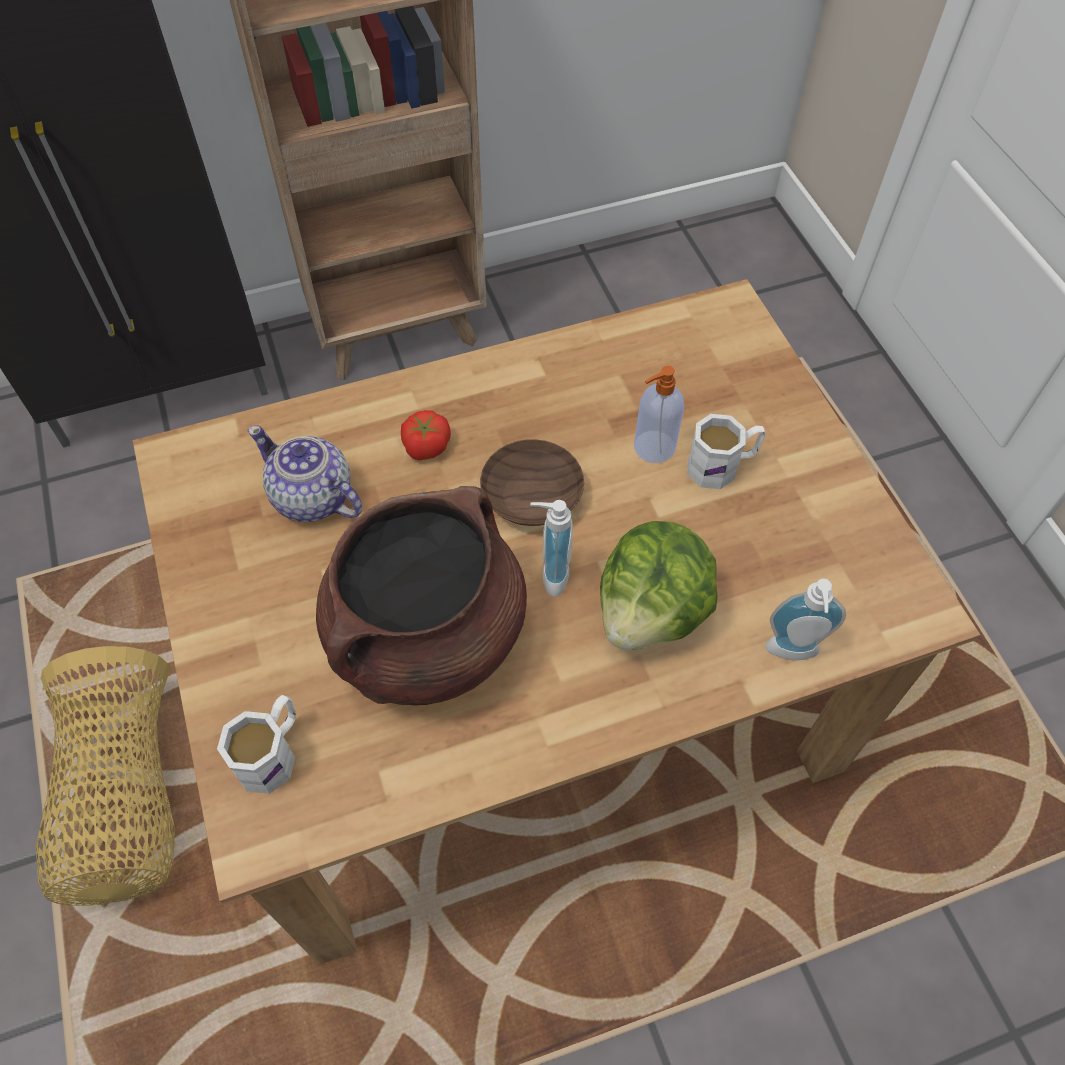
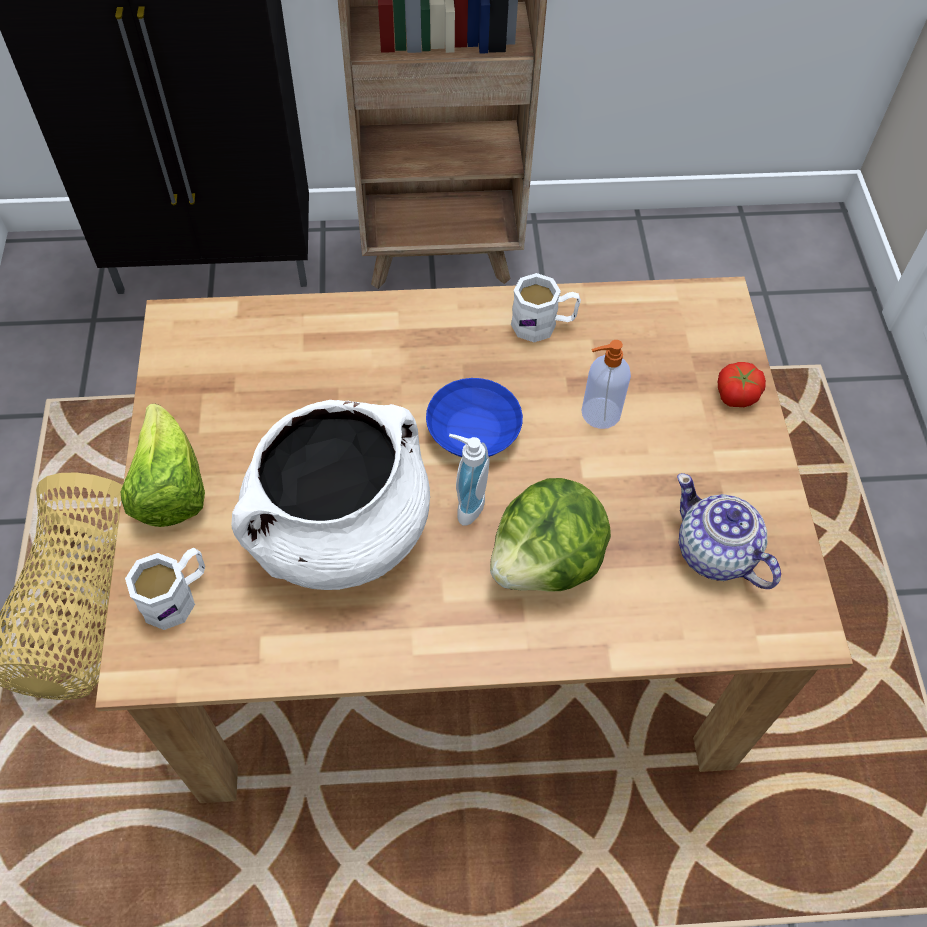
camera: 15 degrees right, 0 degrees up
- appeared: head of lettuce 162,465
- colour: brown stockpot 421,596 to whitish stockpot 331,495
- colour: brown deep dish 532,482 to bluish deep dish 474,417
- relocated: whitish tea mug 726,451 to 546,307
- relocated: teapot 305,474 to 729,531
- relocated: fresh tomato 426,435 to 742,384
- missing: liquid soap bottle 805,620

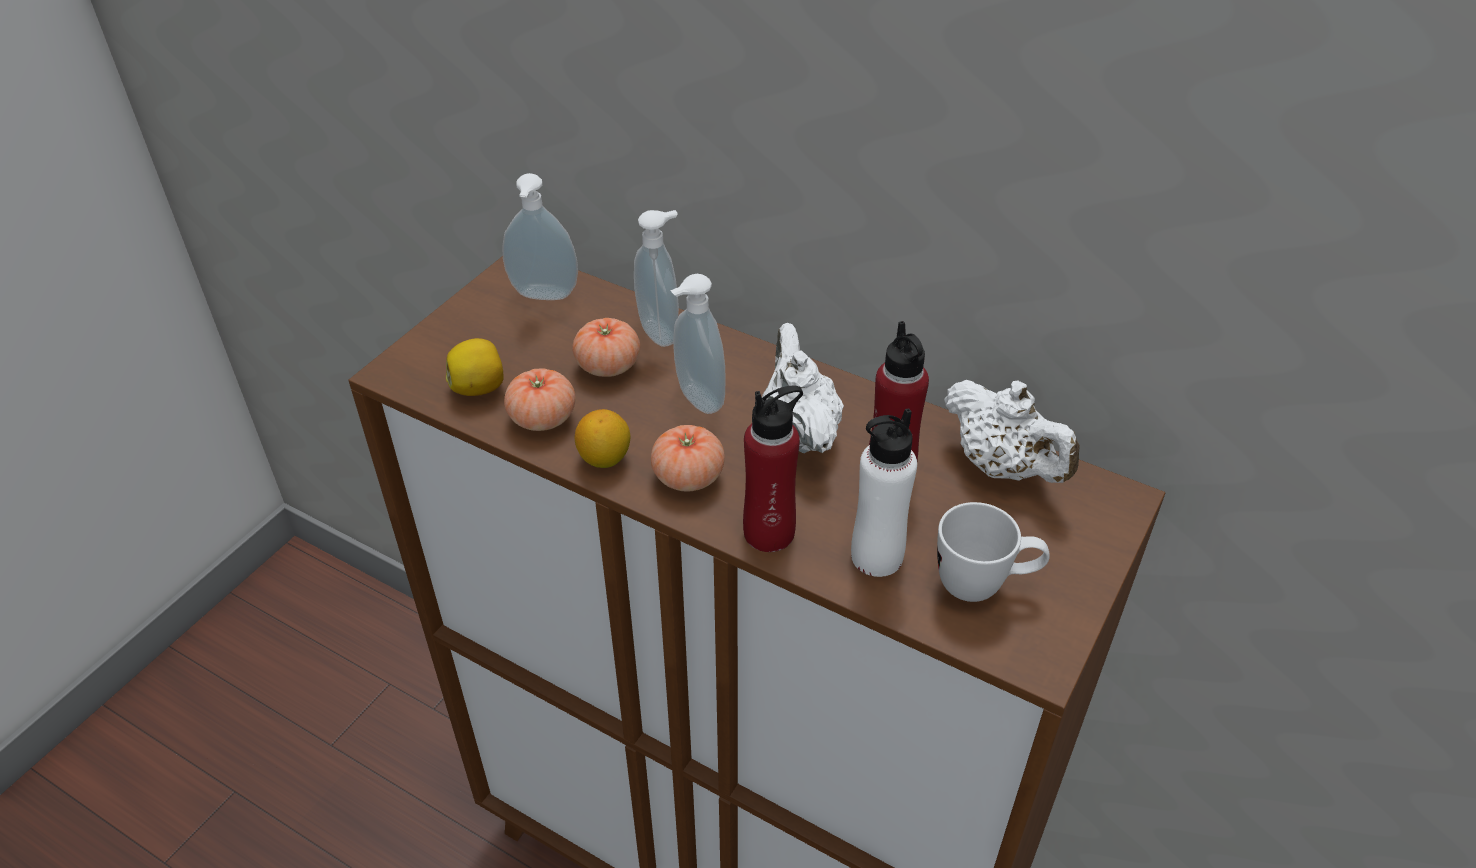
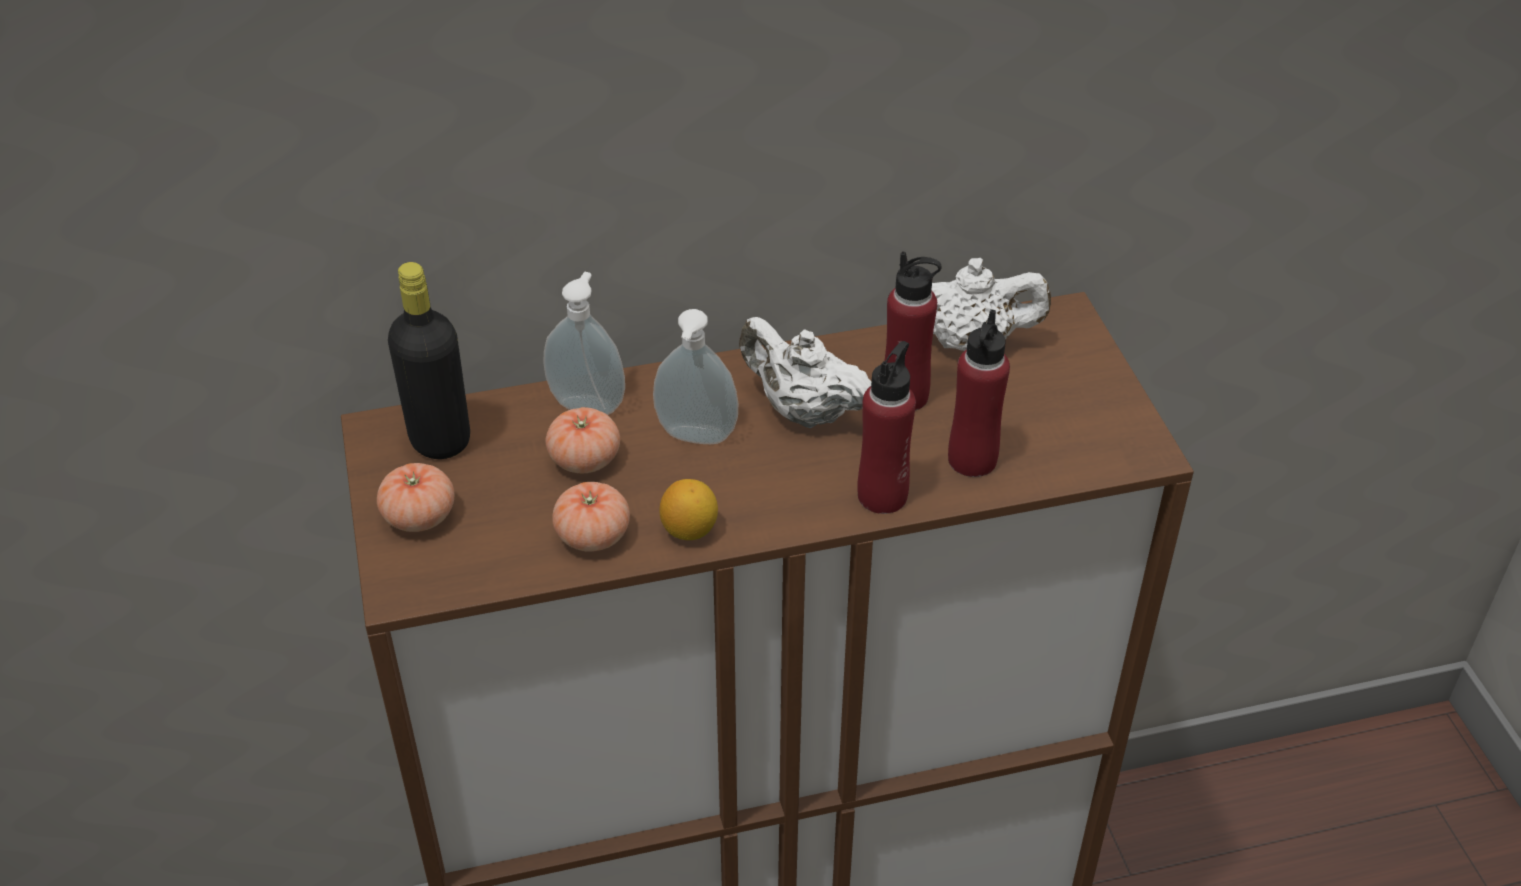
camera: 45 degrees left, 0 degrees up
- relocated: fresh tomato 688,458 to 415,497
- exchanged: liquid soap bottle 540,236 to black beverage bottle 429,360
- colour: whitish beverage bottle 884,492 to red beverage bottle 979,393
- missing: whole lemon 475,367
- missing: whitish tea mug 993,552

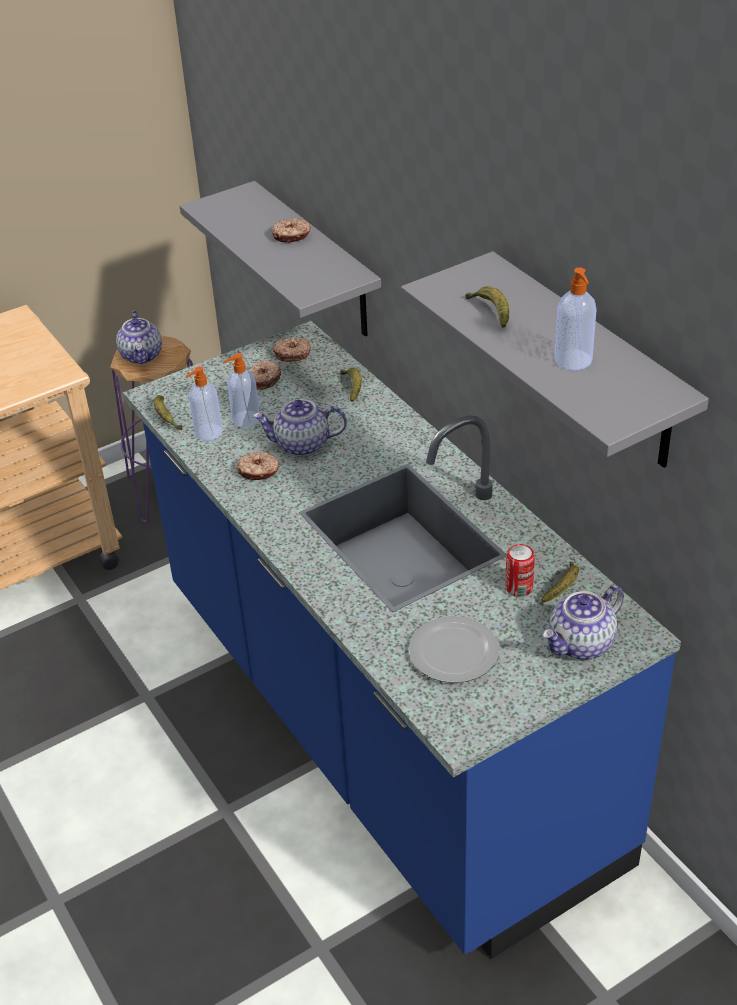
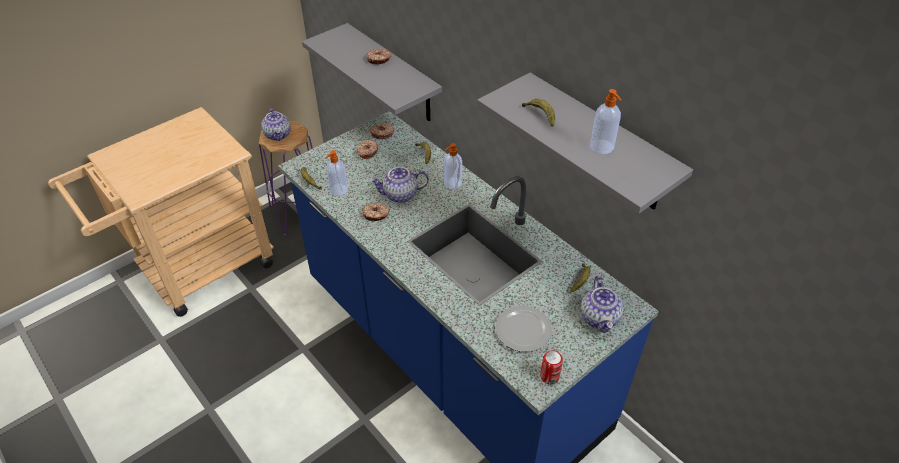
camera: 10 degrees left, 5 degrees up
- relocated: liquid soap bottle 241,390 to 453,166
- relocated: sealed can 520,570 to 551,367
- spun: teapot 583,622 = 602,304 45 degrees counterclockwise

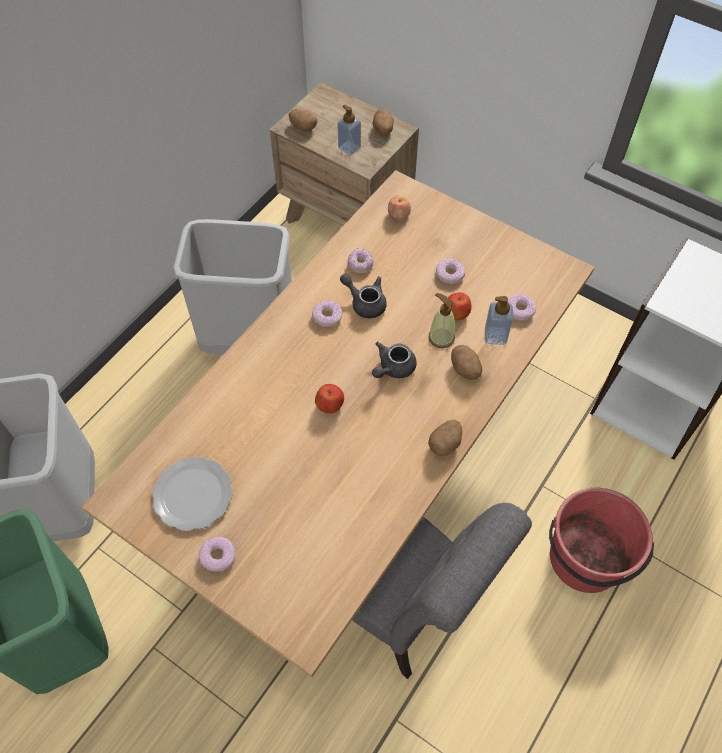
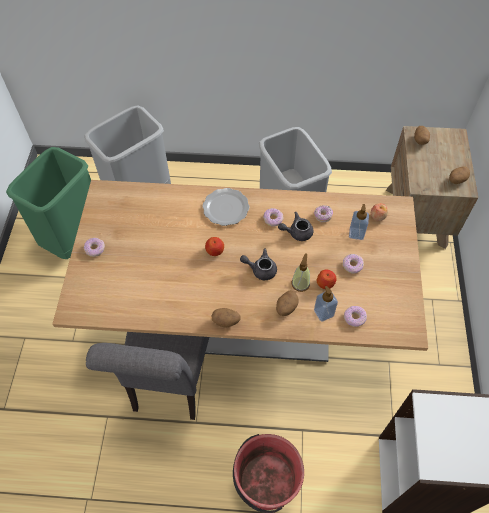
camera: 60 degrees right, 0 degrees up
- relocated: plate 192,494 to 226,207
- spun: gray teapot 363,296 = 295,226 105 degrees counterclockwise
- relocated: liquid soap bottle 349,130 to 359,222

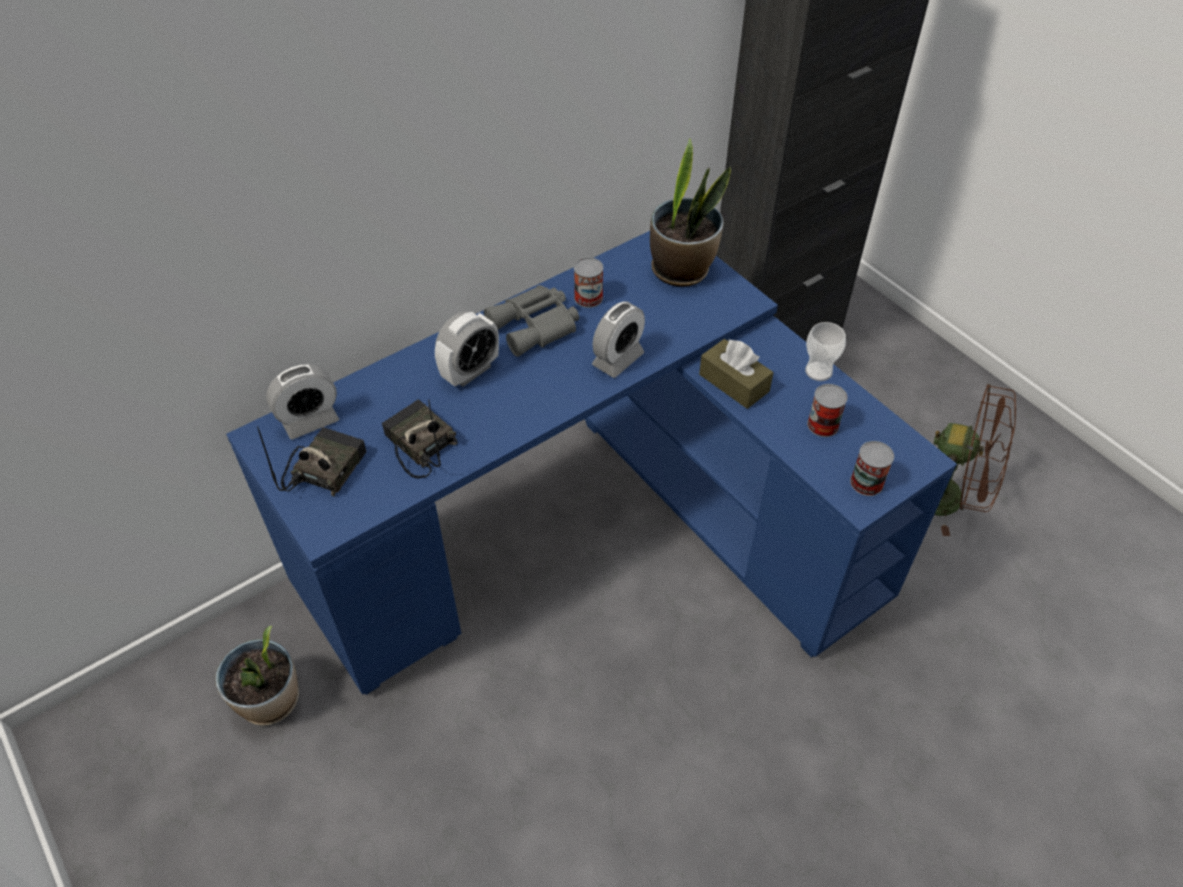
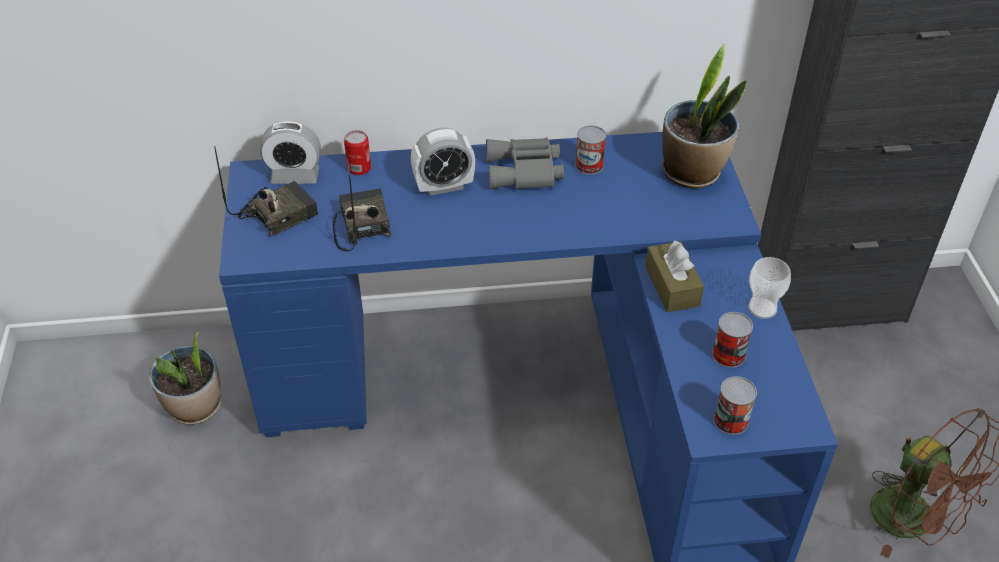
camera: 30 degrees right, 5 degrees down
- appeared: sealed can 357,152
- missing: table clock 618,339

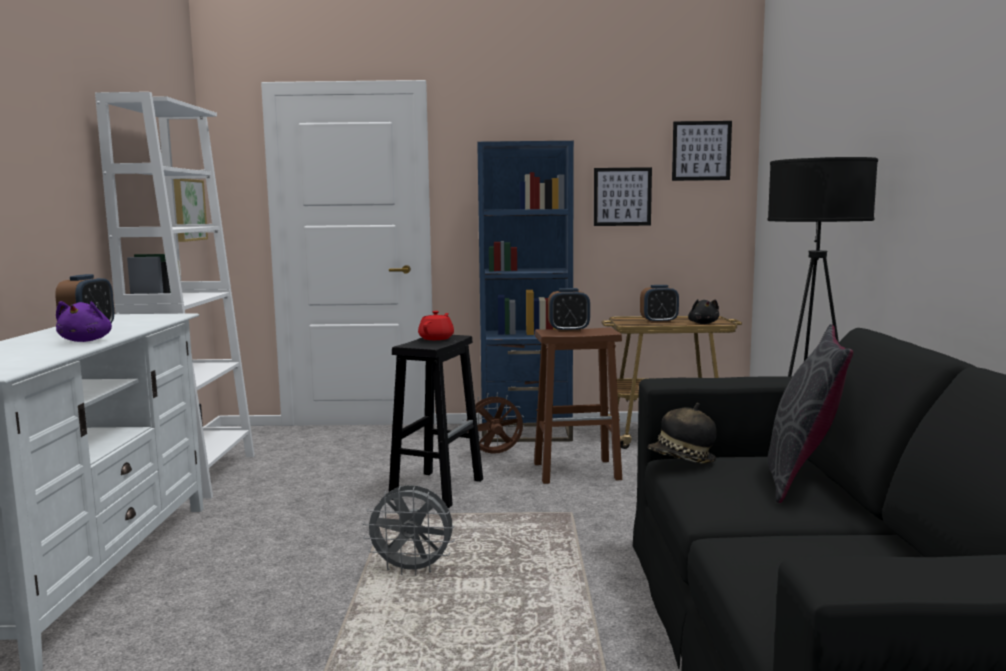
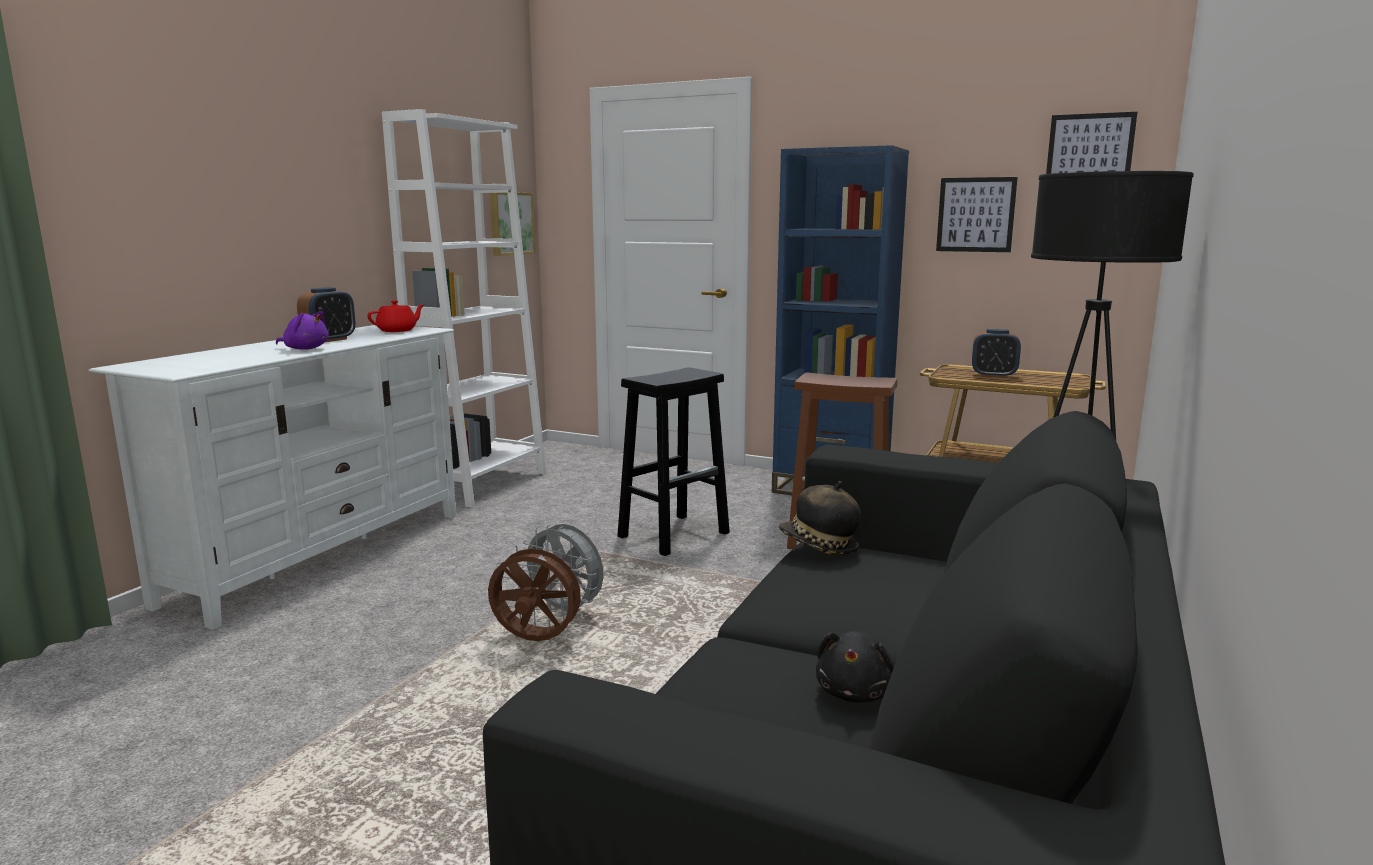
camera: 25 degrees right, 5 degrees up
- spun: purple-coloured plush toy 84,321 = 302,330 90 degrees counterclockwise
- relocated: red teapot 436,325 to 395,316
- relocated: brown fan 493,423 to 538,591
- relocated: black plush toy 703,311 to 856,667
- missing: table clock 569,310
- missing: gray throw pillow 810,413

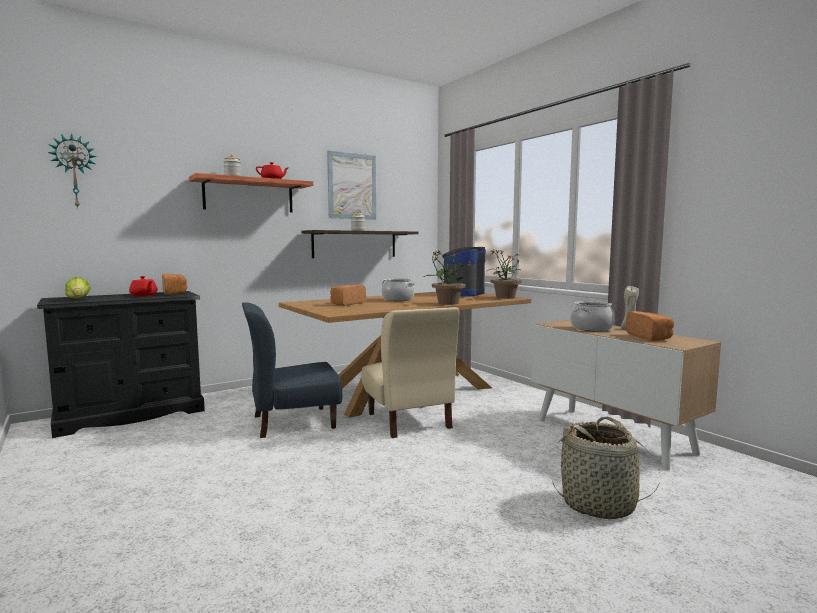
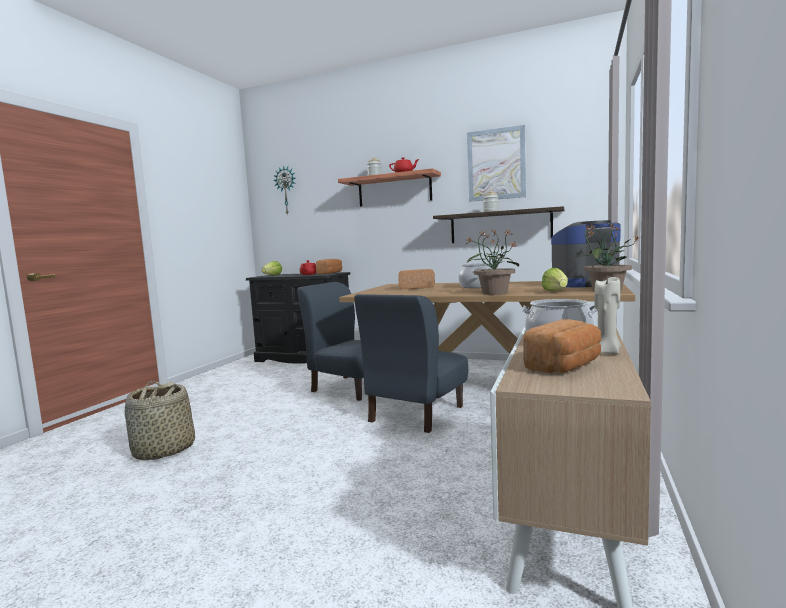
camera: 55 degrees right, 0 degrees up
- relocated: basket 606,468 to 160,420
- colour: sand-coloured upright chair 410,372 to bluish upright chair 411,363
- appeared: head of lettuce 555,279

